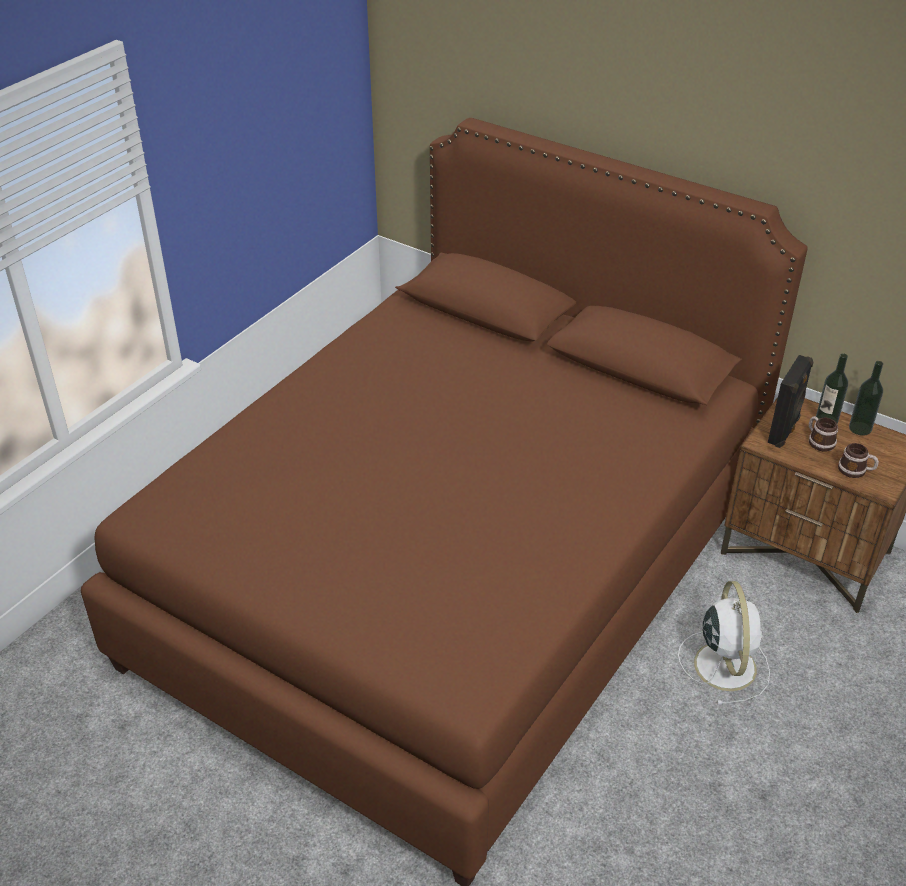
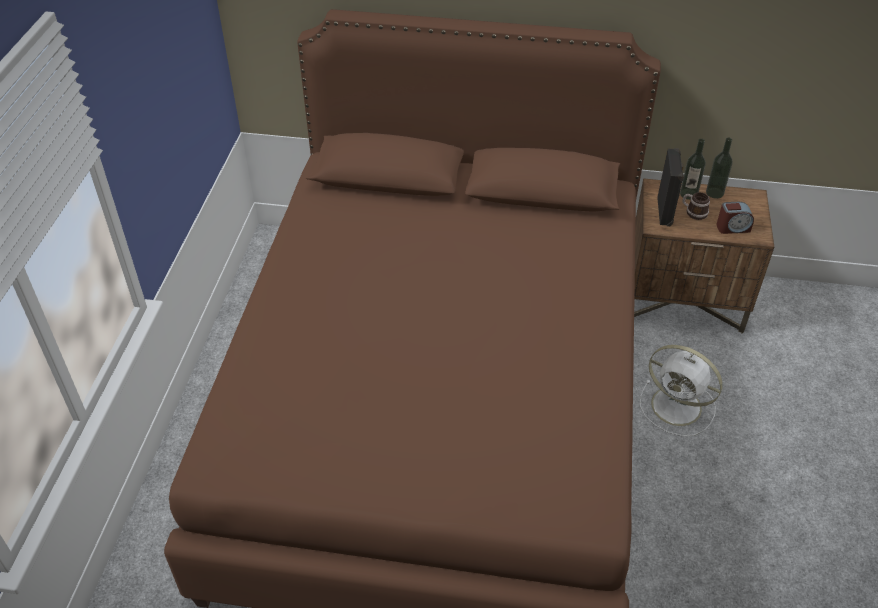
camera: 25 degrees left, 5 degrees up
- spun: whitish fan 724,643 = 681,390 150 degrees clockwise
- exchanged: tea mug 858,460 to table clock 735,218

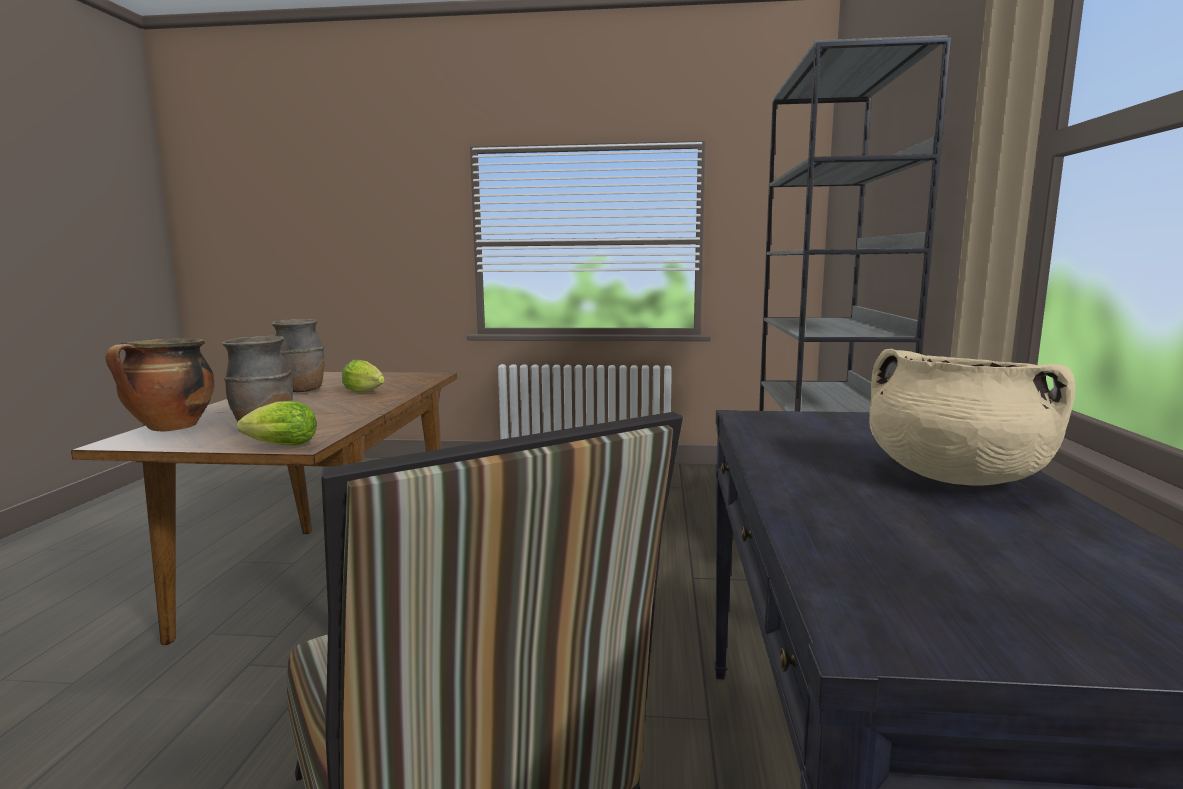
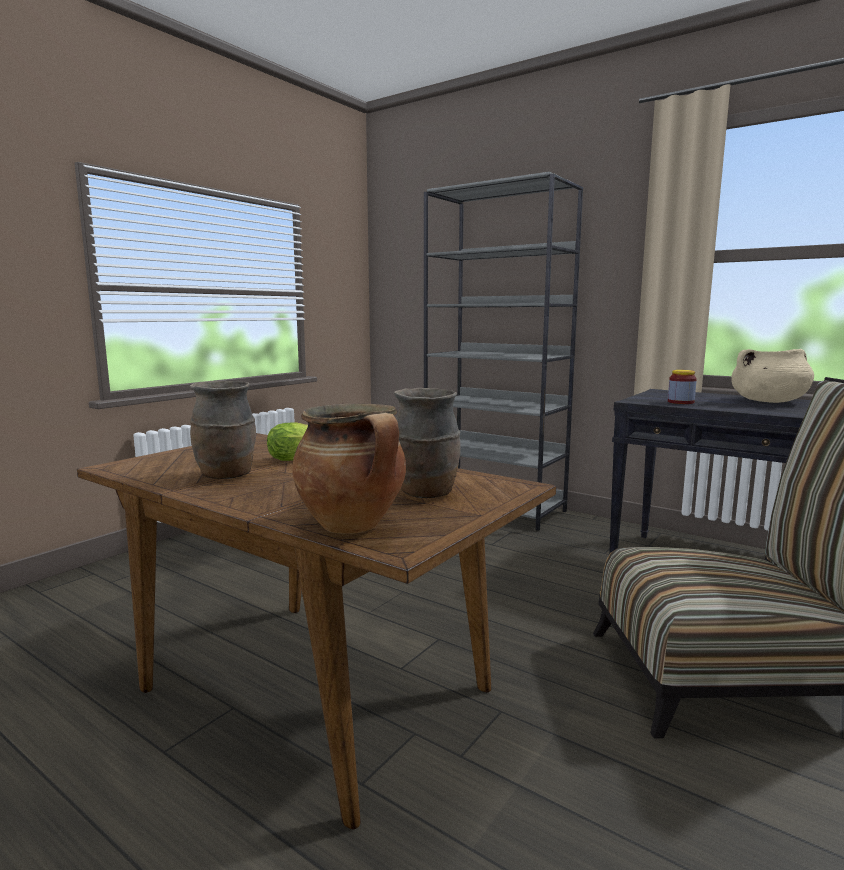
camera: 60 degrees left, 0 degrees up
- appeared: jar 682,387
- missing: head of lettuce 277,423

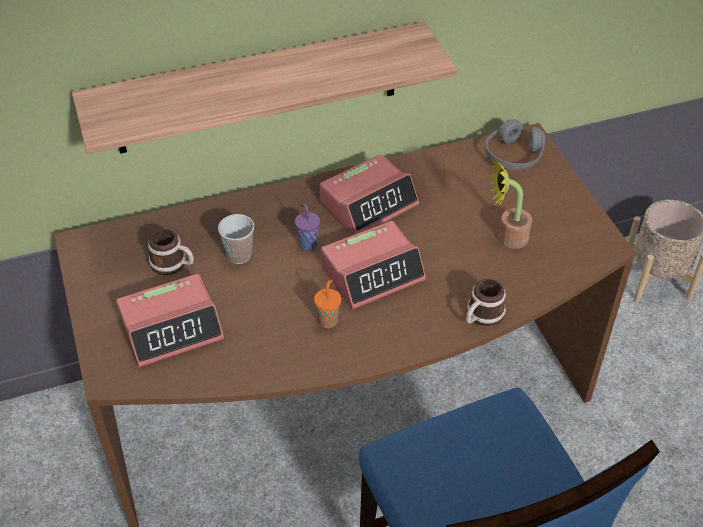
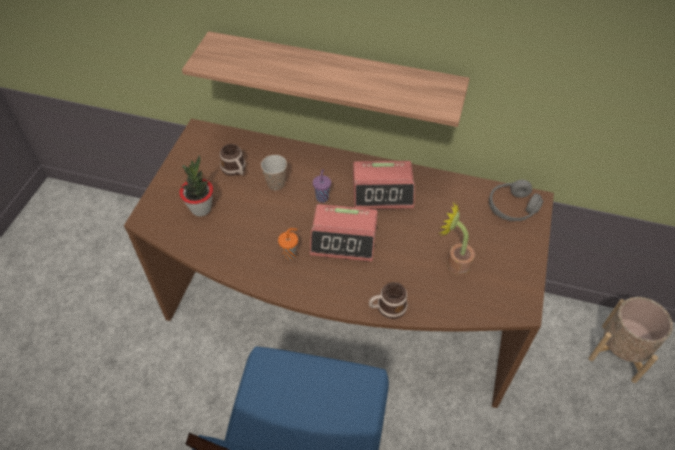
camera: 35 degrees right, 5 degrees up
- exchanged: table clock 170,320 to houseplant 196,185

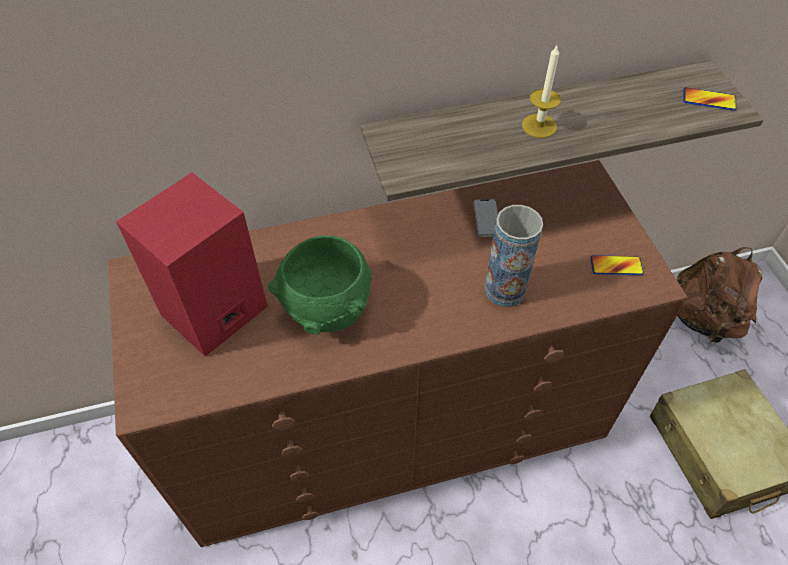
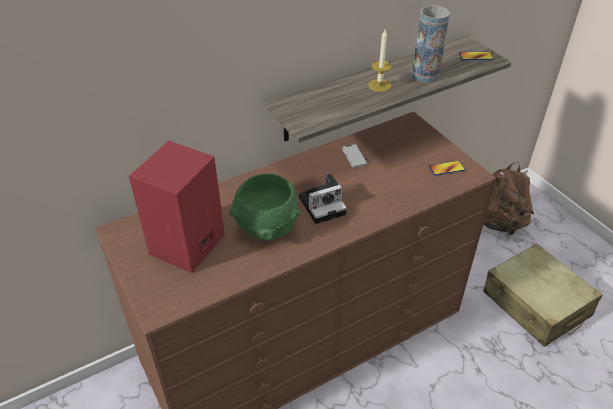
camera: 15 degrees left, 10 degrees down
- appeared: photo camera 323,199
- relocated: flower vase 514,256 to 431,44

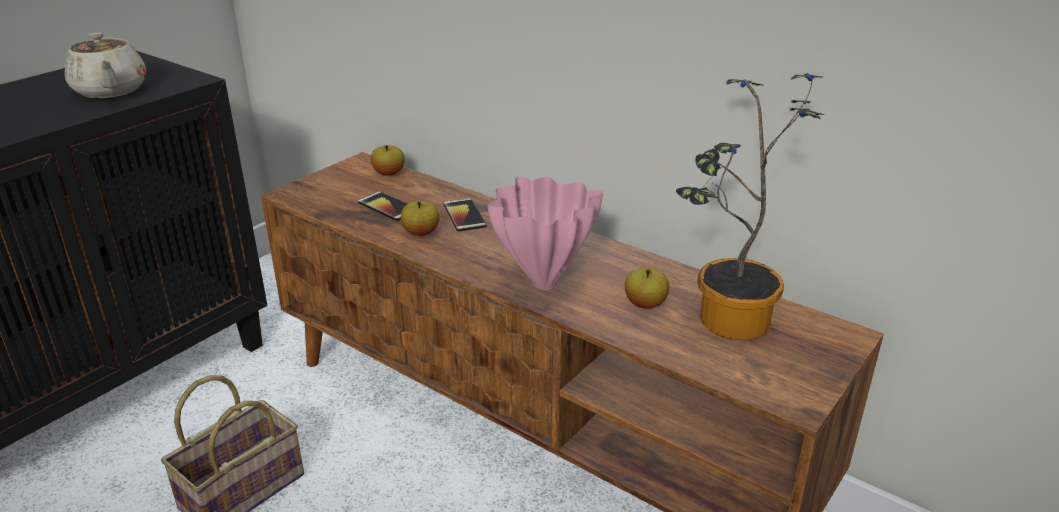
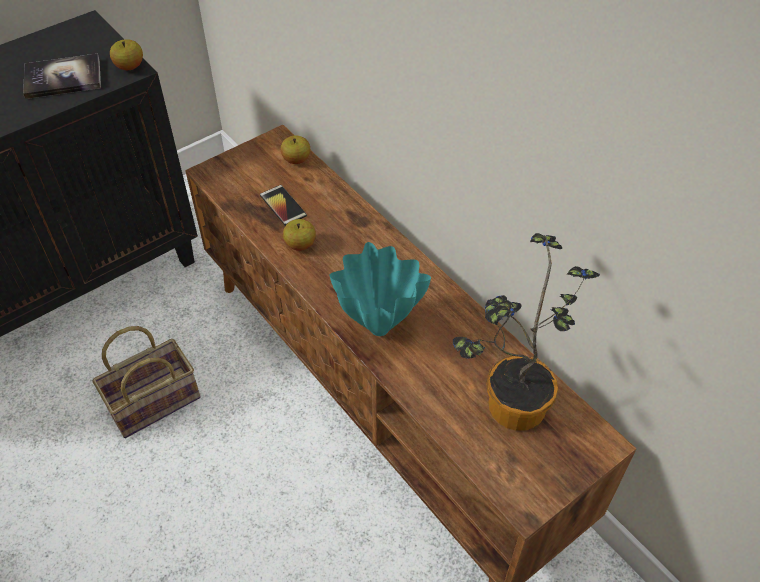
camera: 15 degrees right, 20 degrees up
- exchanged: sand-coloured teapot 105,65 to bound book 62,76
- relocated: whole apple 647,288 to 126,54
- colour: pink flower vase 545,233 to turquoise-coloured flower vase 380,289
- missing: handset 465,215

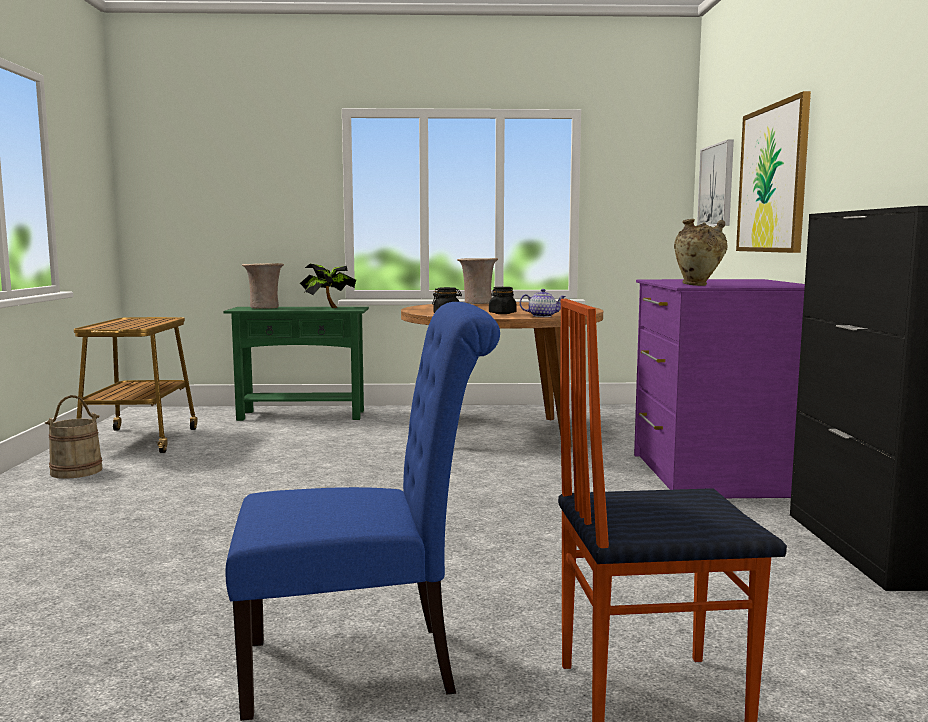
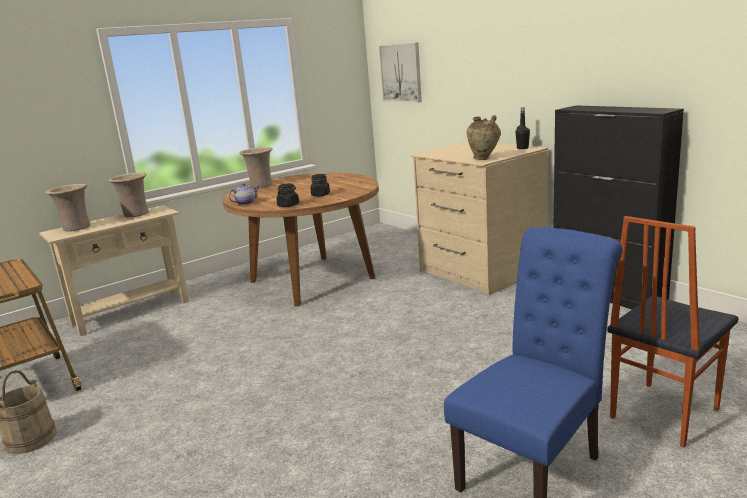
camera: 35 degrees left, 10 degrees up
- colour: greenish console table 296,364 to sand-coloured console table 114,270
- exchanged: houseplant 328,286 to sand-coloured flower vase 128,194
- relocated: teapot 542,303 to 244,194
- colour: purple-coloured chest of drawers 719,388 to sand-coloured chest of drawers 479,218
- appeared: black beverage bottle 523,128
- missing: wall art 773,172

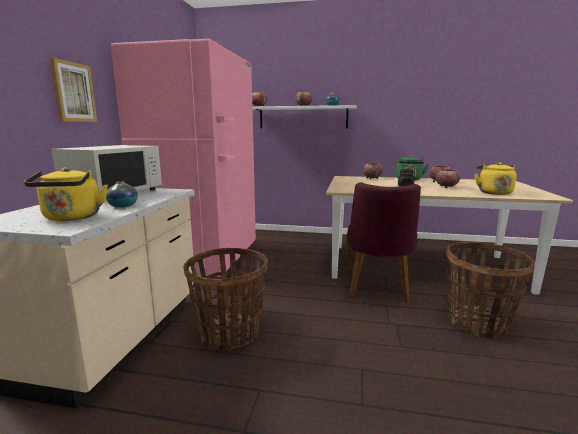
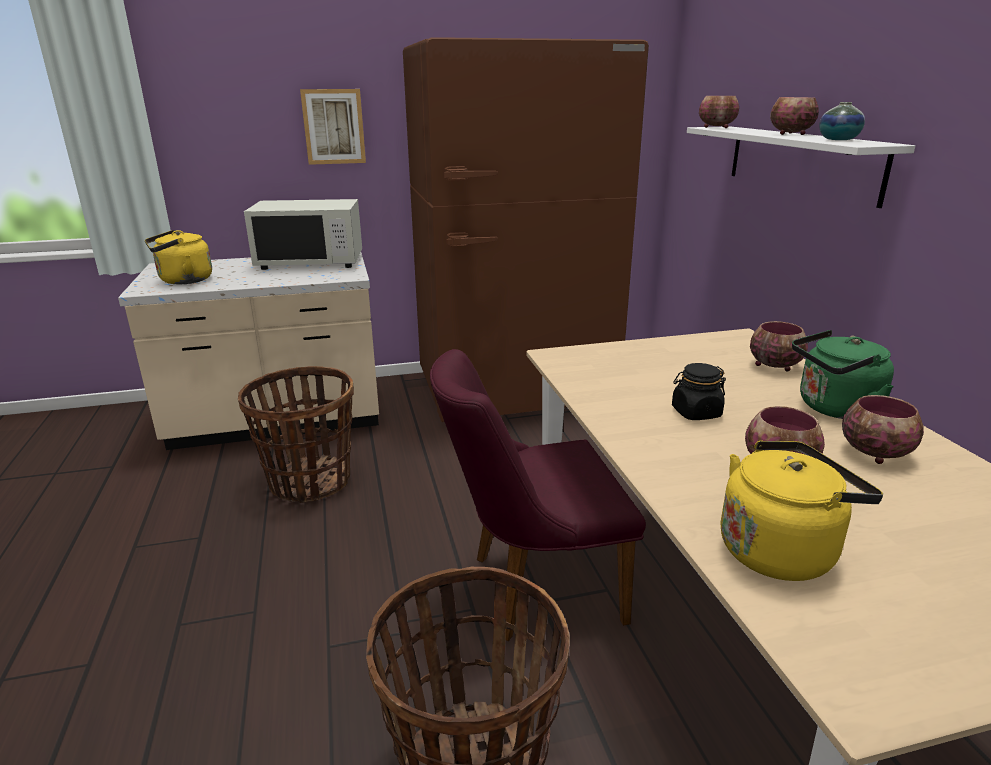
camera: 65 degrees right, 10 degrees up
- colour: pink kitchen fridge 183,158 to brown kitchen fridge 526,229
- missing: flower vase 122,194

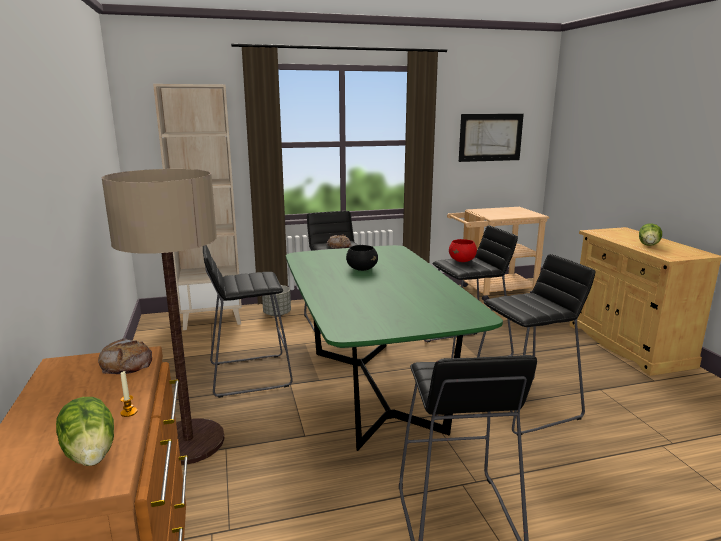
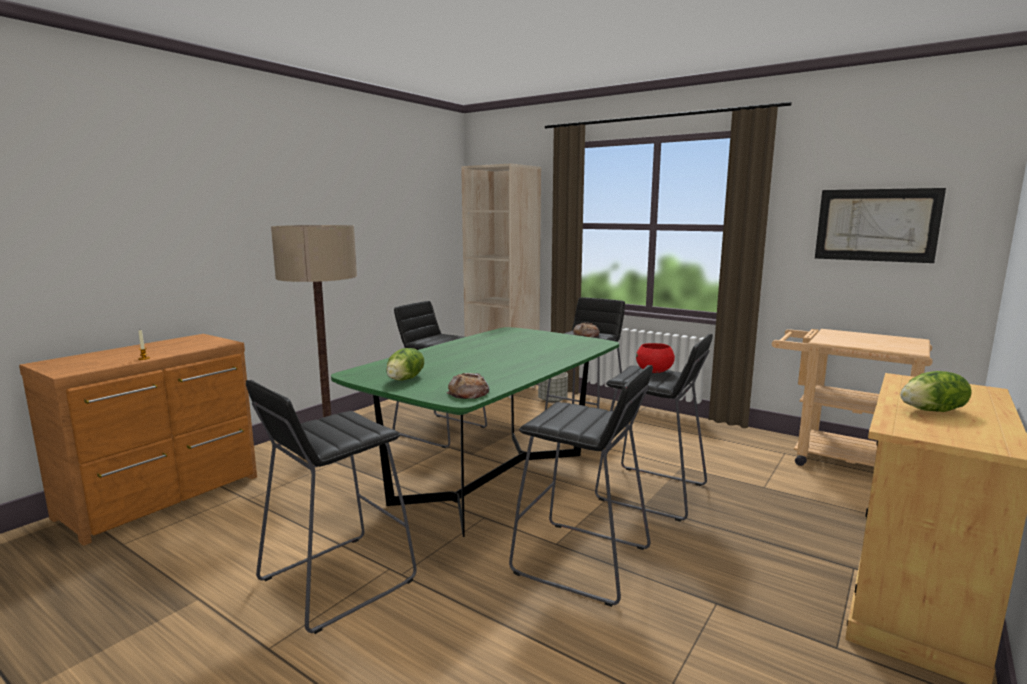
camera: 50 degrees right, 5 degrees down
- relocated: head of lettuce 85,431 to 405,364
- relocated: baked bread 125,356 to 468,386
- missing: black deep dish 362,258

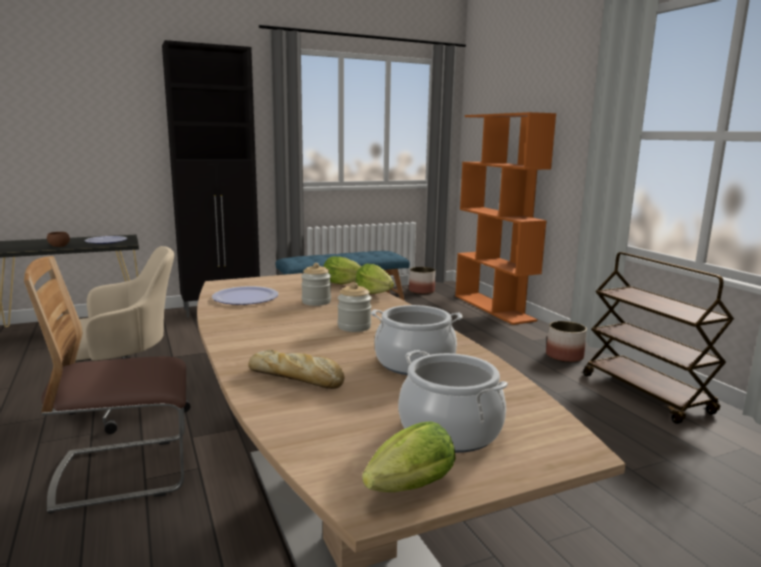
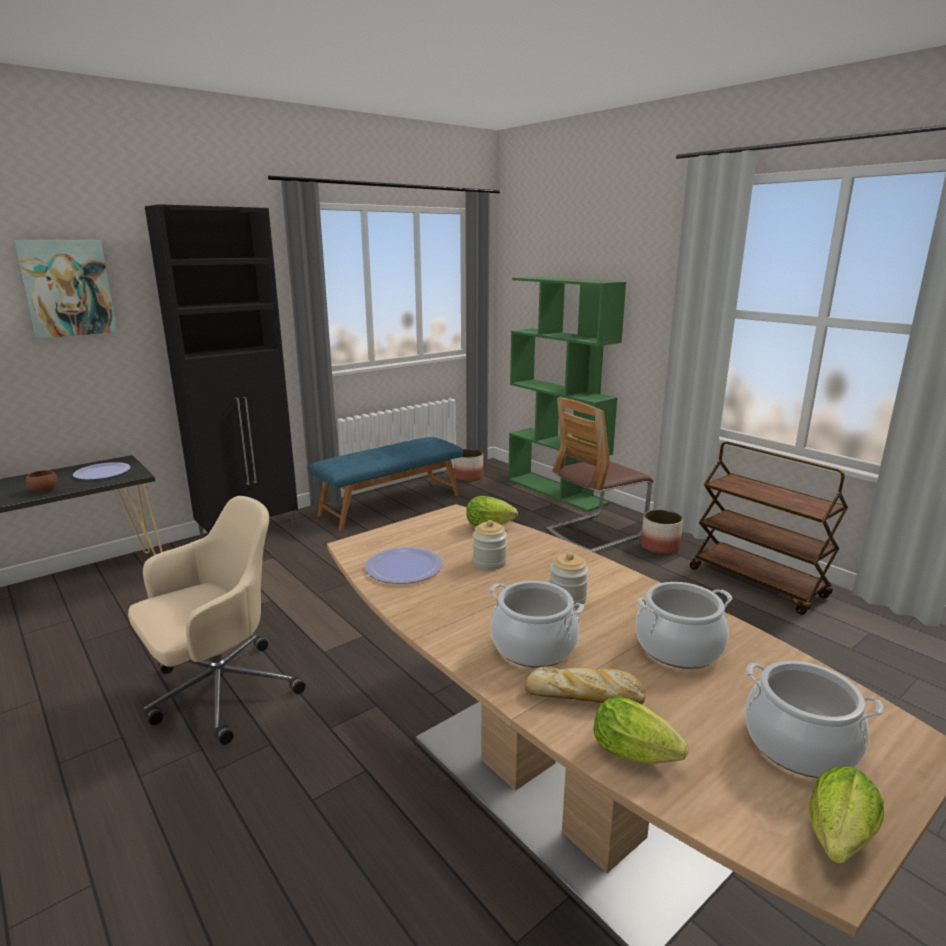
camera: 15 degrees left, 5 degrees up
- appeared: wall art 65,289
- appeared: stockpot 536,624
- colour: orangey bookcase 505,218 to greenish bookcase 567,394
- relocated: upright chair 105,385 to 599,475
- relocated: head of lettuce 374,279 to 641,730

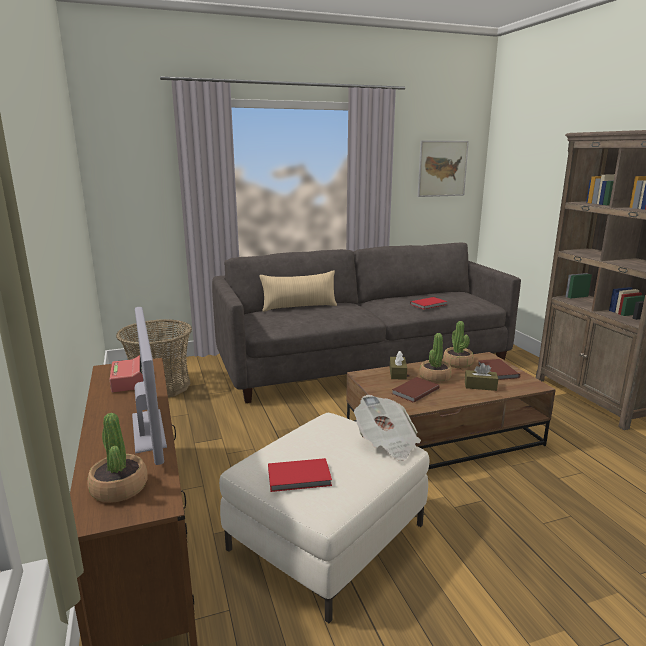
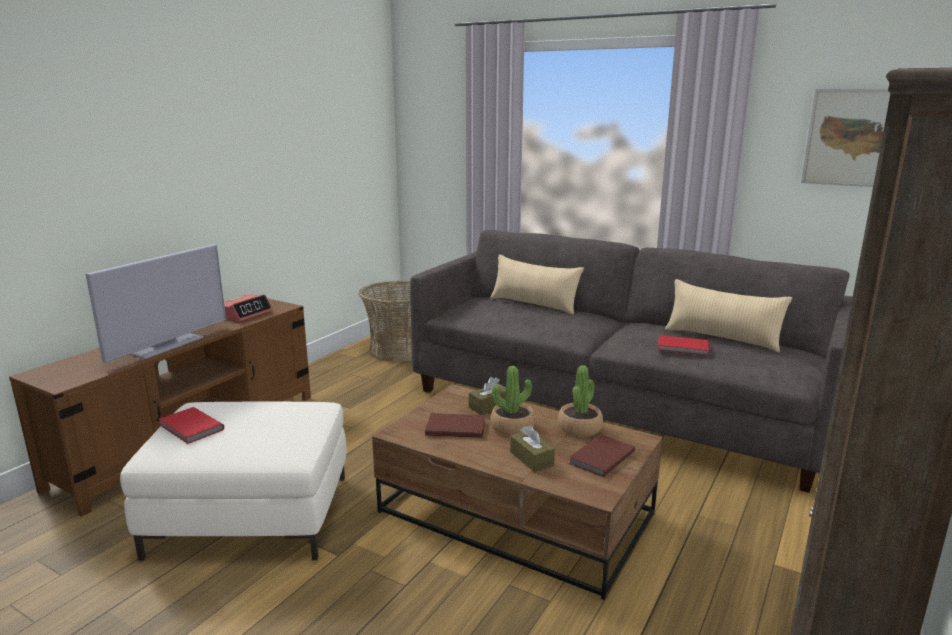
camera: 50 degrees right, 0 degrees up
- appeared: sand-coloured throw pillow 728,315
- missing: houseplant 117,458
- missing: daily paper 387,428

